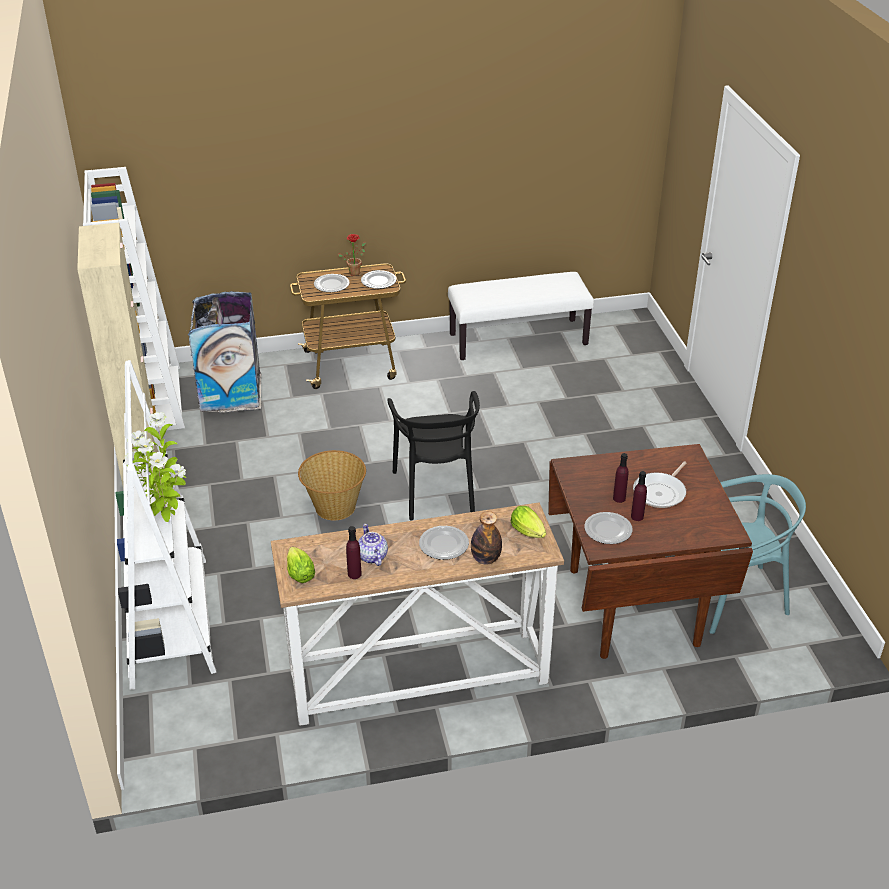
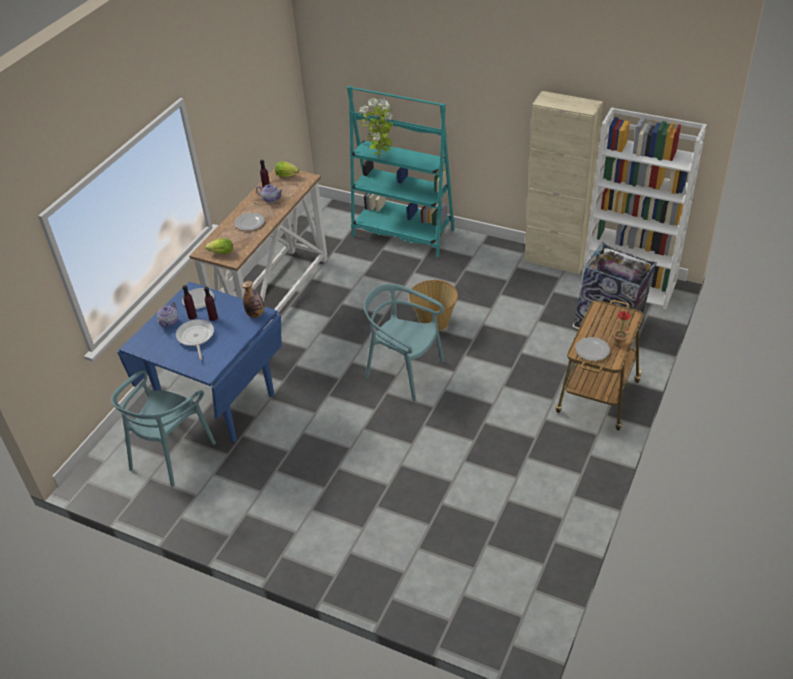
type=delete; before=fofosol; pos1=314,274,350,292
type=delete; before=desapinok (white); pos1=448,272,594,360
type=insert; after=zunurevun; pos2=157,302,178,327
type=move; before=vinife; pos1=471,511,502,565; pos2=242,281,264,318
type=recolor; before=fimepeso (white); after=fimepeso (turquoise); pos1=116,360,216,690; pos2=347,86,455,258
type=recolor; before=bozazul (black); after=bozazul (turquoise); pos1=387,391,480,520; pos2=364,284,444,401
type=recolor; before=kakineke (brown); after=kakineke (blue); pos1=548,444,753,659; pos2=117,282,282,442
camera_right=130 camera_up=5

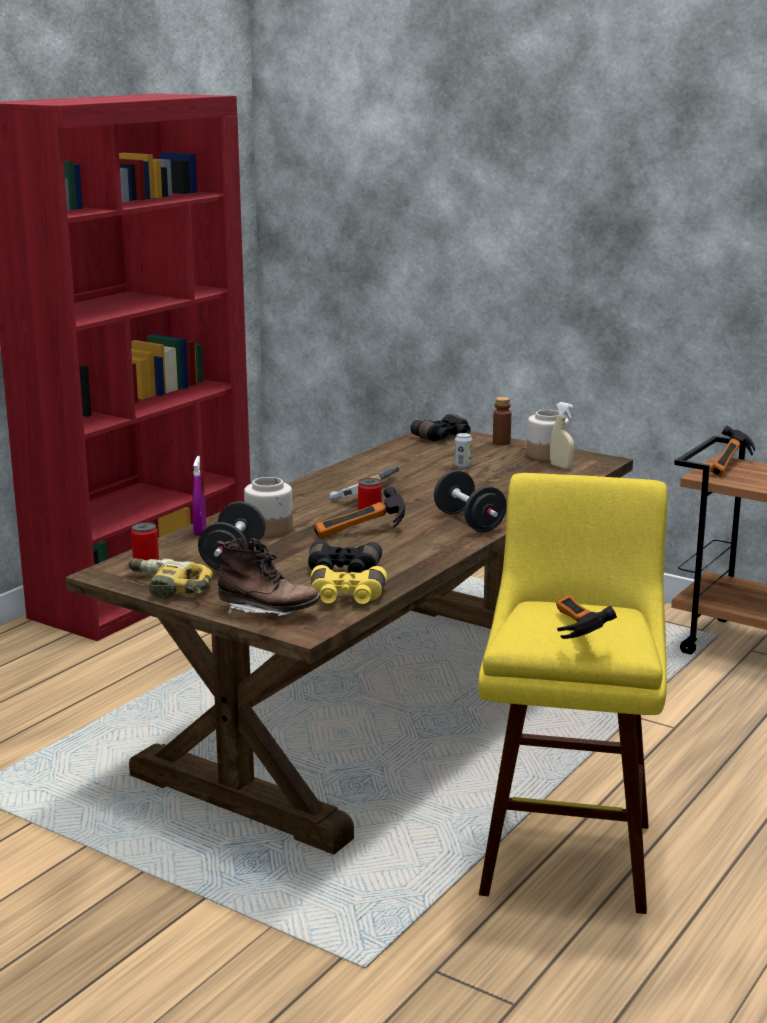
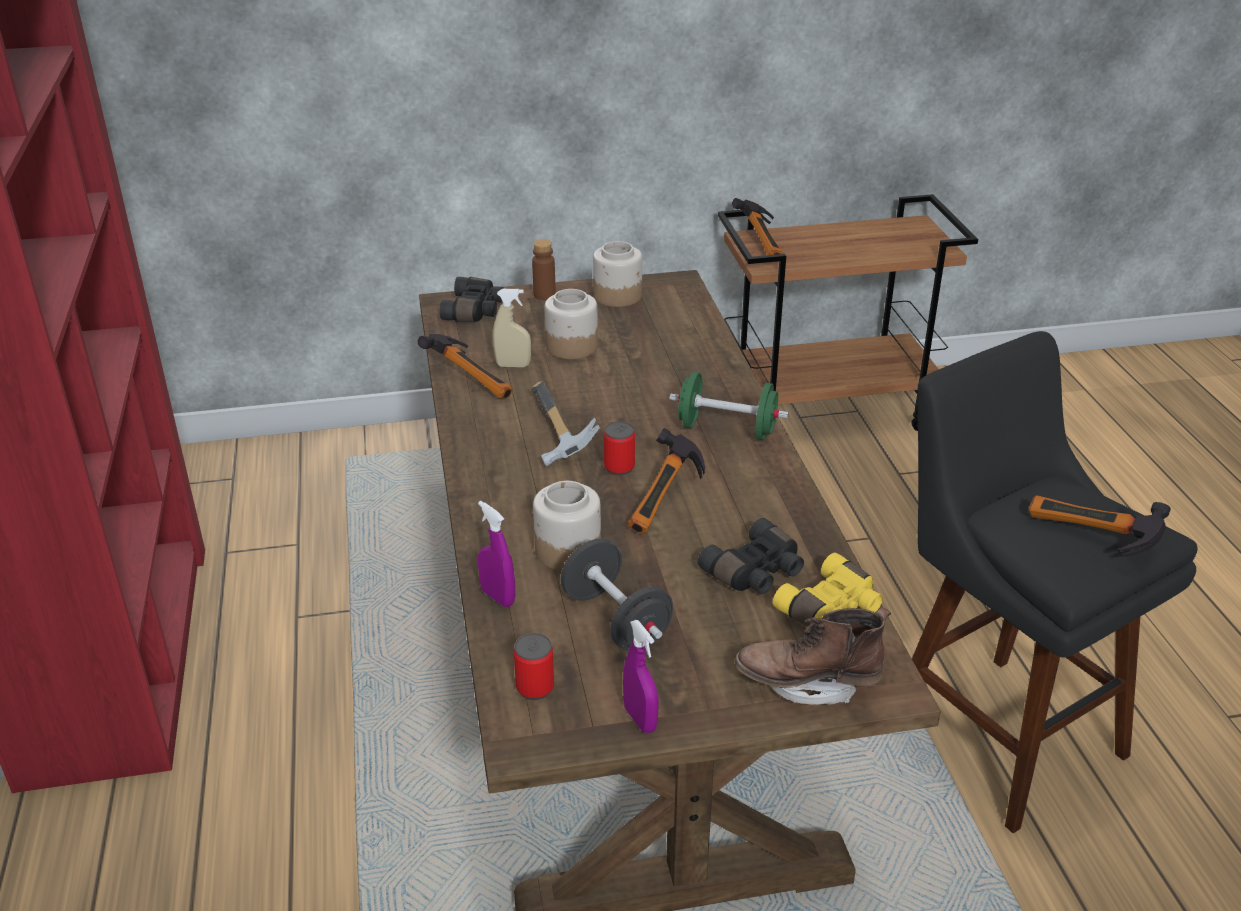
type=insert; after=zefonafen; pos2=417,334,513,398
type=move; before=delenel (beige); pos1=550,402,574,469; pos2=493,289,531,367
type=replace; before=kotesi; after=delenel (purple); pos1=122,558,213,598; pos2=623,620,659,733
type=replace; before=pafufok; after=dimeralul; pos1=454,433,472,468; pos2=545,289,598,359
type=recolor; before=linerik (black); after=linerik (green); pos1=434,470,507,532; pos2=670,372,789,440
type=recolor; before=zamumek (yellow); after=zamumek (black); pos1=478,473,667,914; pos2=912,331,1198,833
type=rotate; before=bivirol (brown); pos1=217,538,321,616; pos2=735,607,891,705; turn=-150
camera_right=-45 camera_up=15

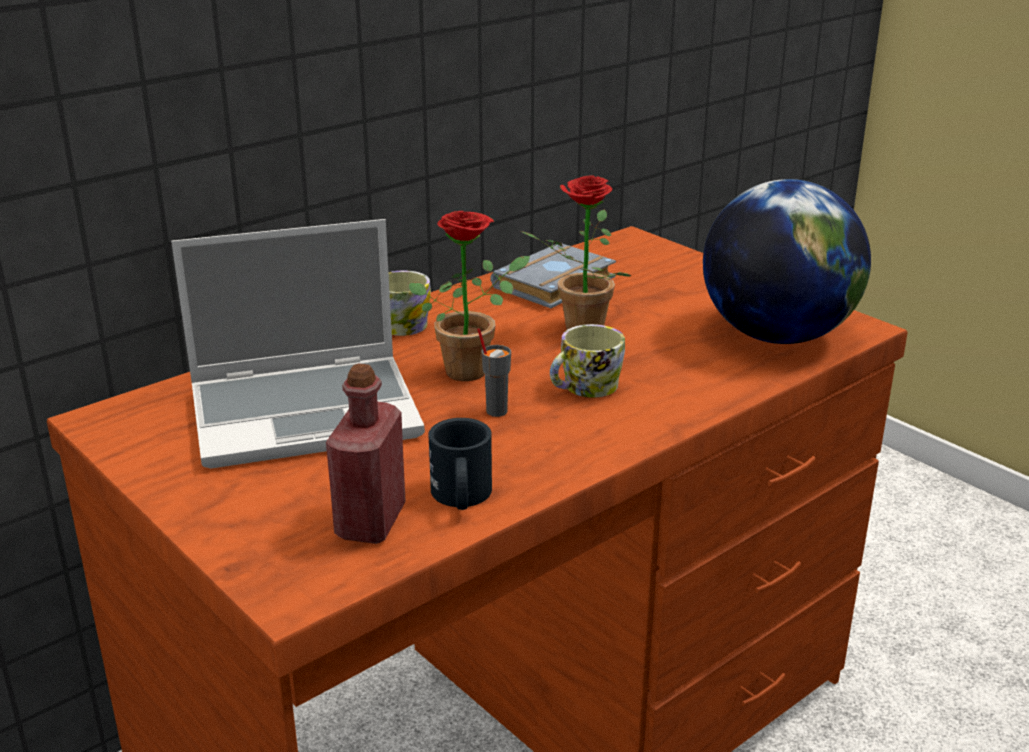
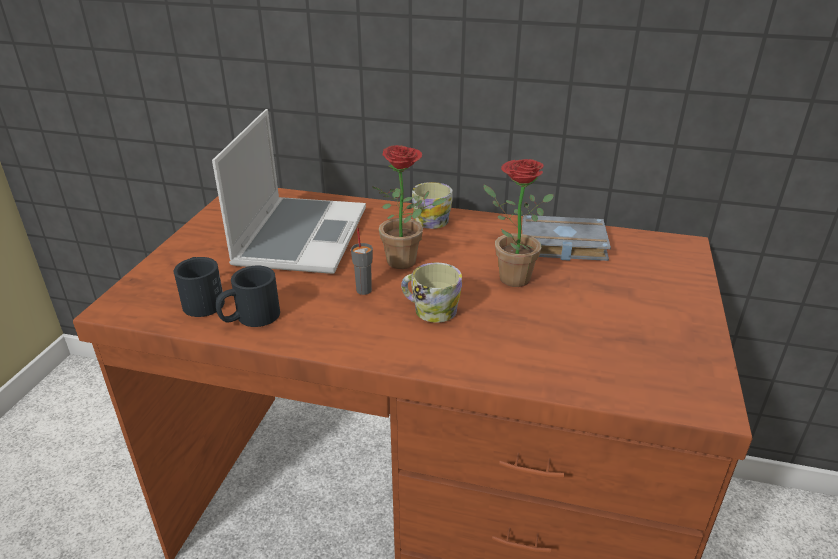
type=delete; before=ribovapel; pos1=703,179,871,344
type=replace; before=vinife (red); after=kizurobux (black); pos1=326,363,406,544; pos2=174,257,225,317
type=rotate; before=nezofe; pos1=171,219,425,469; pos2=212,109,366,274; turn=-120
camera_right=55 camera_up=5

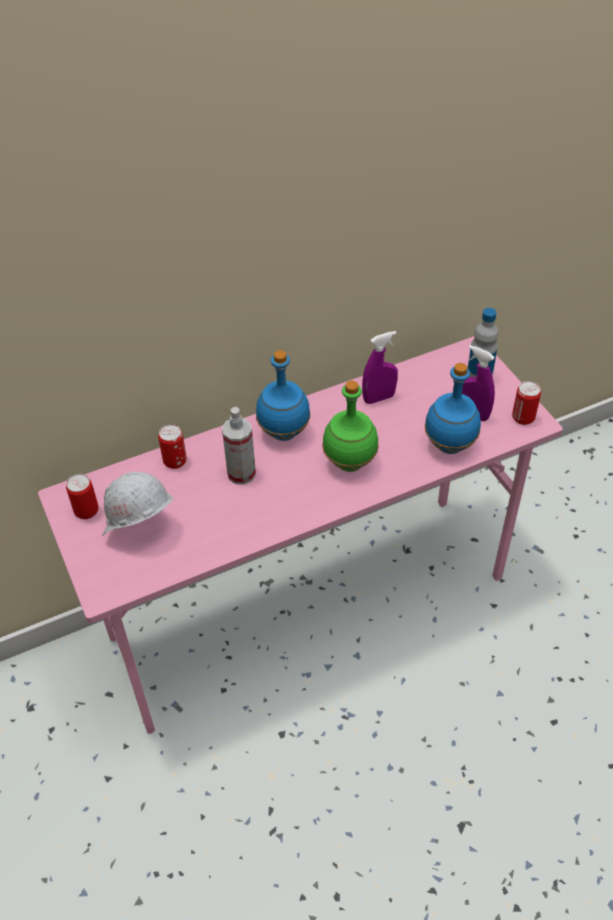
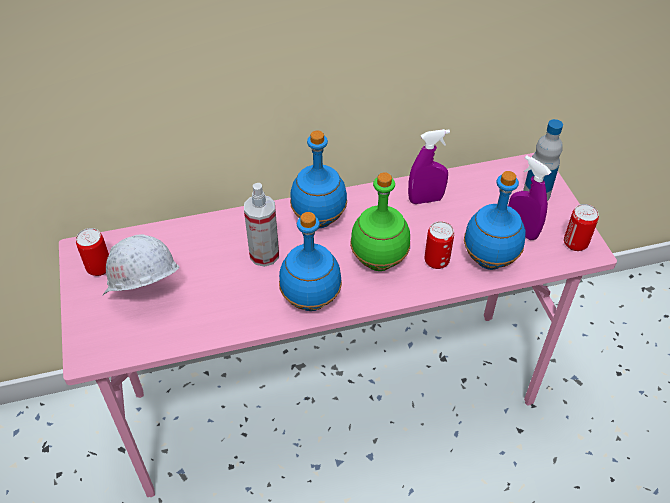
type=insert; after=vinife (blue); pos2=279,212,342,311
type=move; before=pafufok; pos1=158,424,187,469; pos2=424,221,454,269
camera_right=10 camera_up=0

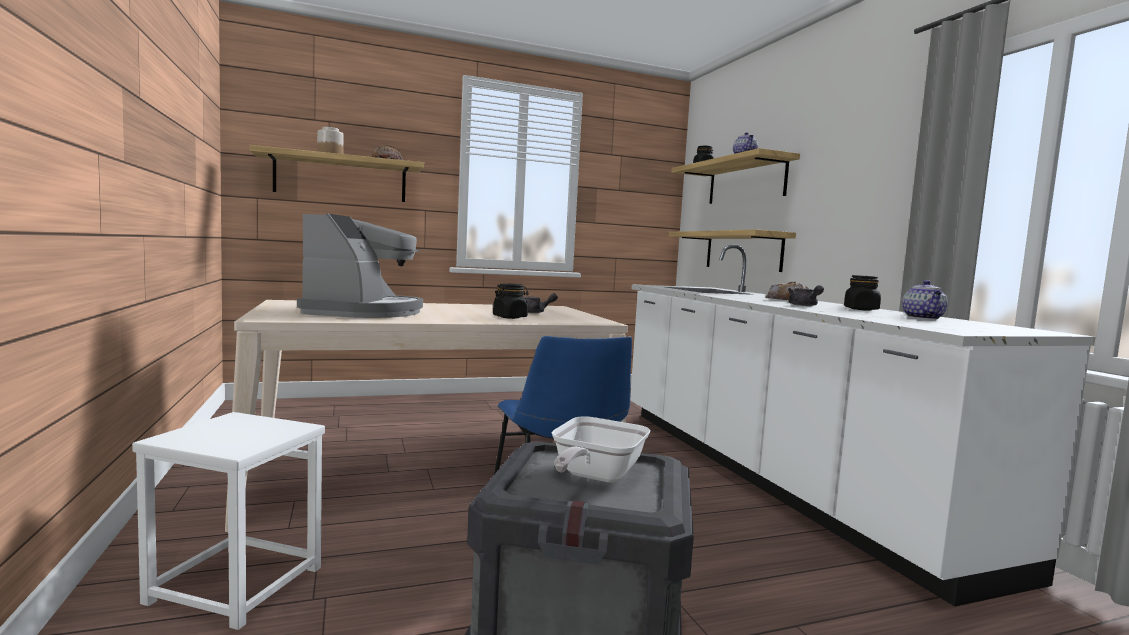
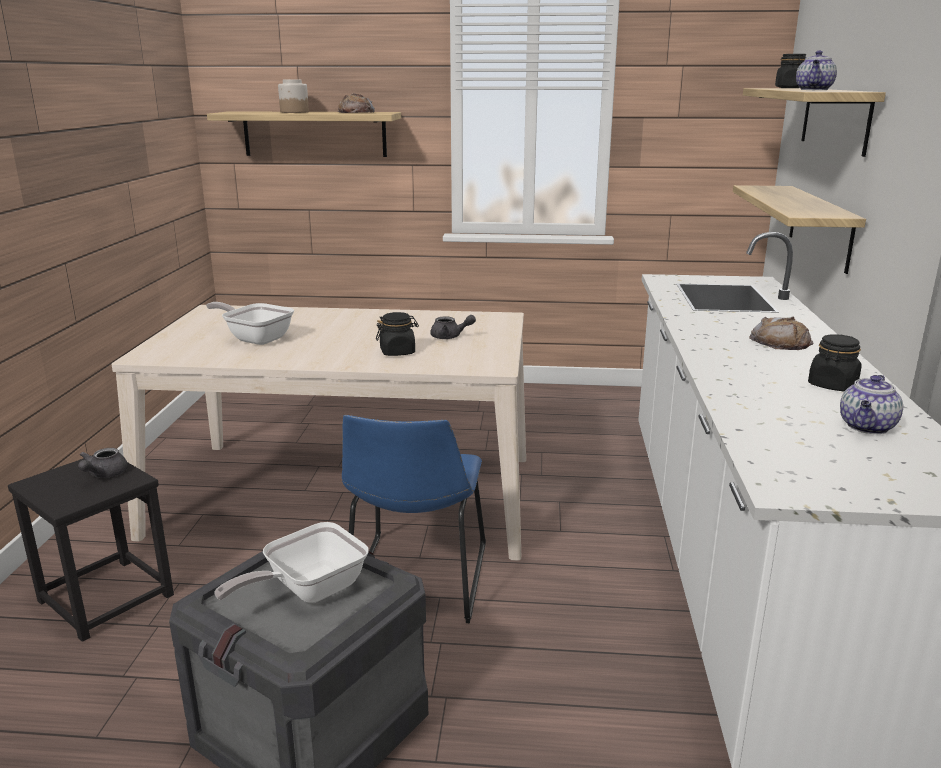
type=move; before=zunurevun (grey); pos1=788,285,824,306; pos2=78,448,128,478
type=replace; before=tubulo; after=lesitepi; pos1=297,213,423,318; pos2=206,302,294,345
type=recolor; before=zamumek (white); after=zamumek (black); pos1=132,412,325,630; pos2=8,455,174,642
camera_right=25 camera_up=15

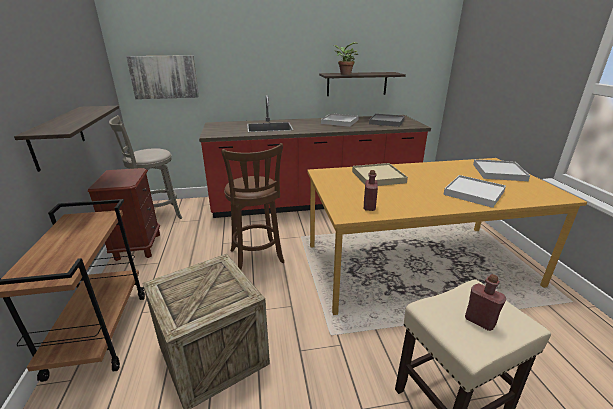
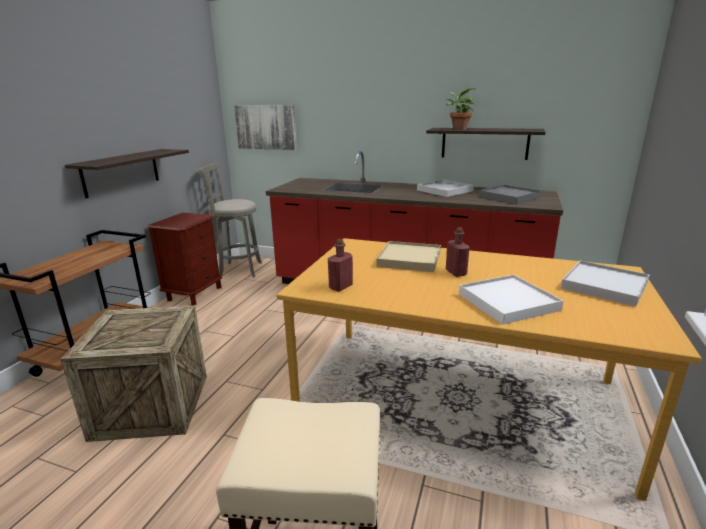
type=delete; before=zamumek (brown); pos1=222,143,284,270
type=move; before=vinife (red); pos1=465,274,506,331; pos2=446,227,470,277
camera_right=30 camera_up=-5

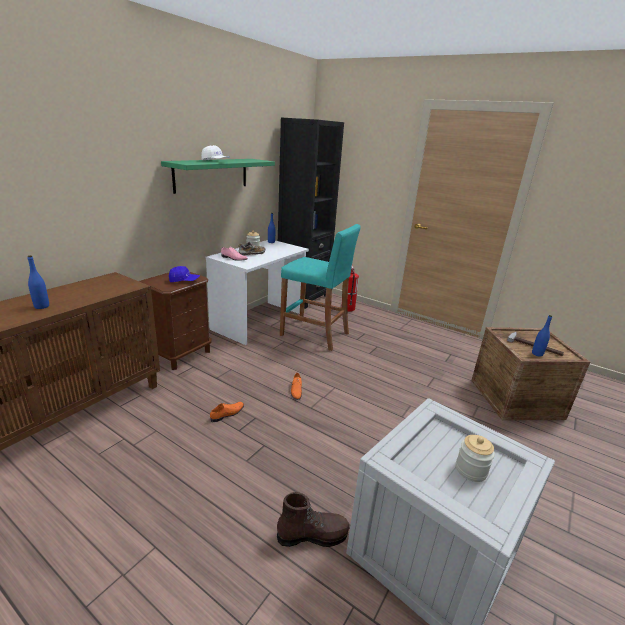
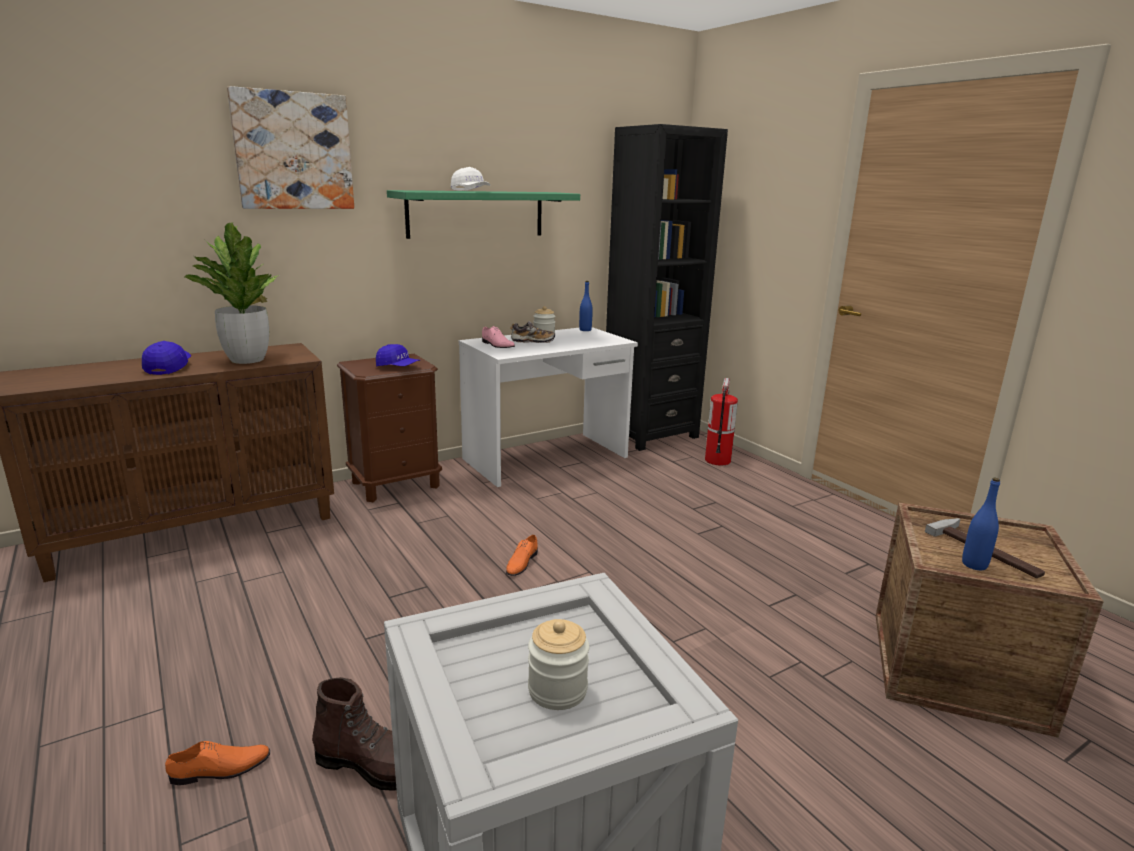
type=delete; before=zamumek (turquoise); pos1=280,224,361,351
type=insert; after=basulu; pos2=185,223,277,364
type=insert; after=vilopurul; pos2=227,86,354,209
type=move; before=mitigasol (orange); pos1=210,402,244,422; pos2=165,741,270,785
type=replace; before=vinife (blue); after=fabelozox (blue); pos1=27,255,49,309; pos2=142,341,191,375
camera_right=25 camera_up=-5

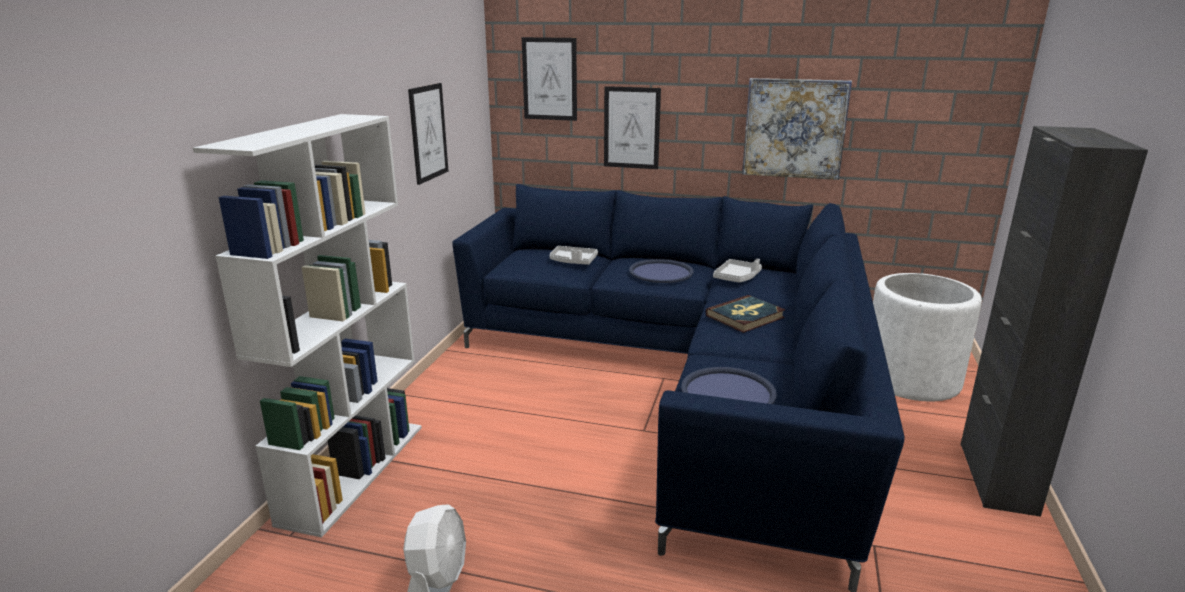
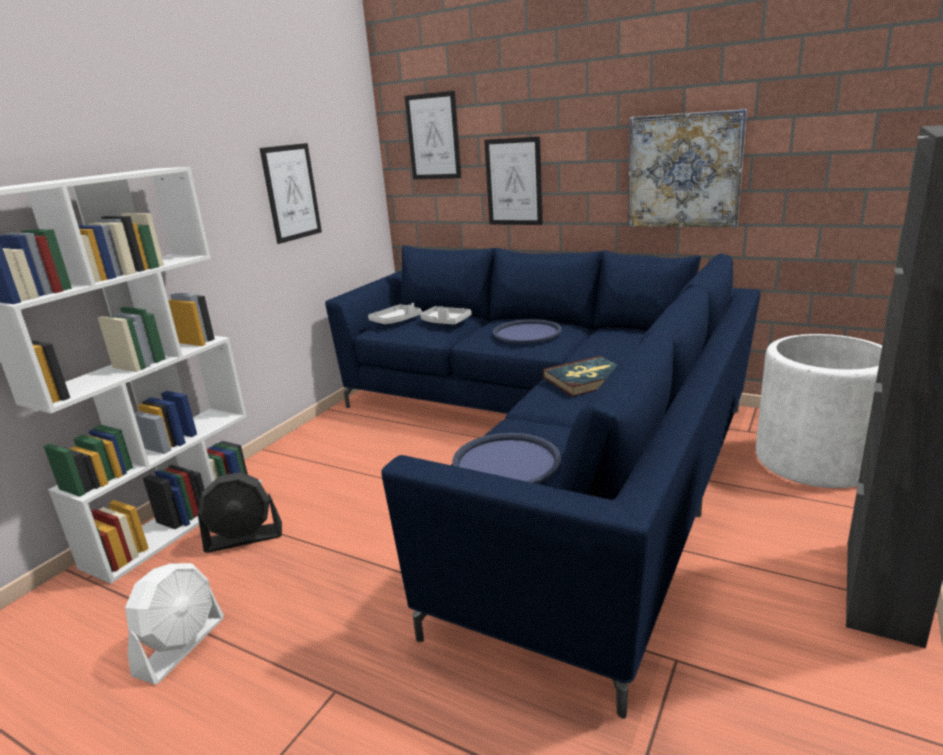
type=insert; after=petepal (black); pos2=198,472,282,553
type=move; before=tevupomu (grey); pos1=713,259,762,282; pos2=368,303,422,324
camera_right=15 camera_up=0

